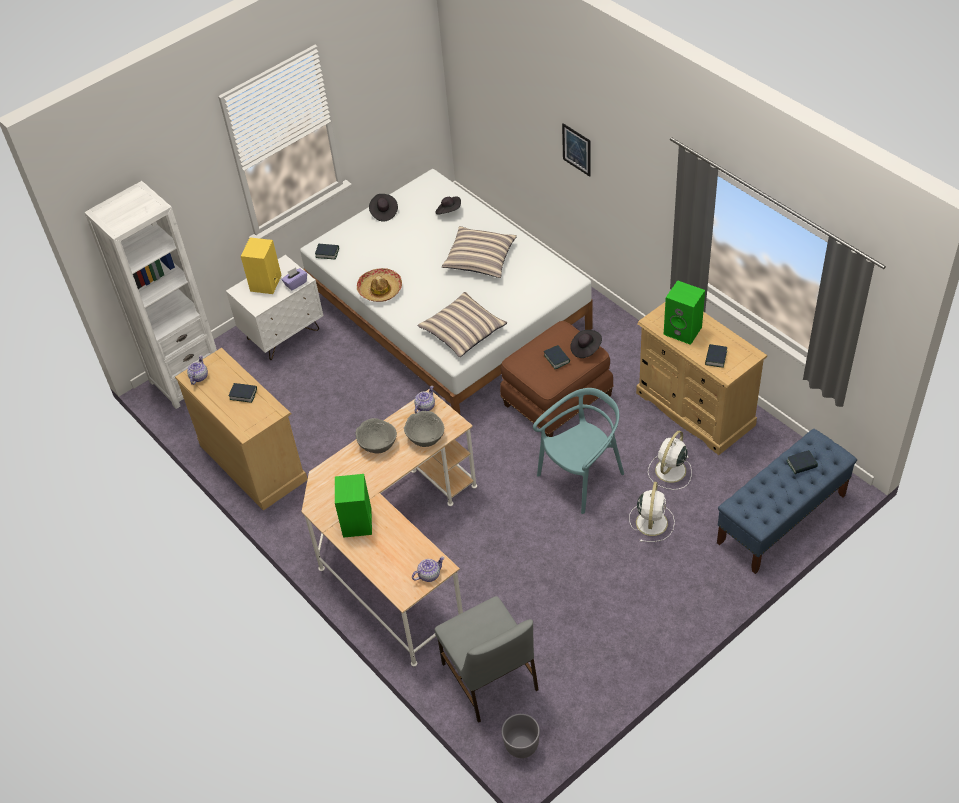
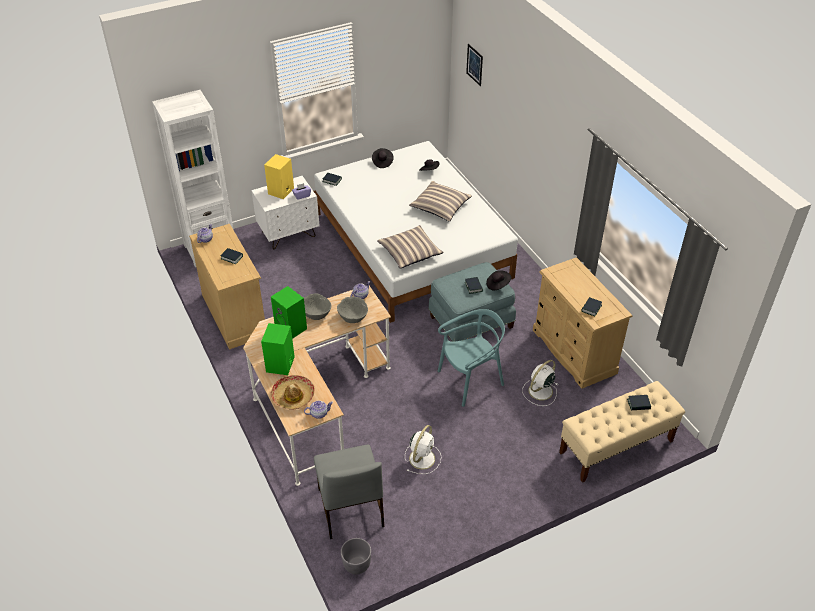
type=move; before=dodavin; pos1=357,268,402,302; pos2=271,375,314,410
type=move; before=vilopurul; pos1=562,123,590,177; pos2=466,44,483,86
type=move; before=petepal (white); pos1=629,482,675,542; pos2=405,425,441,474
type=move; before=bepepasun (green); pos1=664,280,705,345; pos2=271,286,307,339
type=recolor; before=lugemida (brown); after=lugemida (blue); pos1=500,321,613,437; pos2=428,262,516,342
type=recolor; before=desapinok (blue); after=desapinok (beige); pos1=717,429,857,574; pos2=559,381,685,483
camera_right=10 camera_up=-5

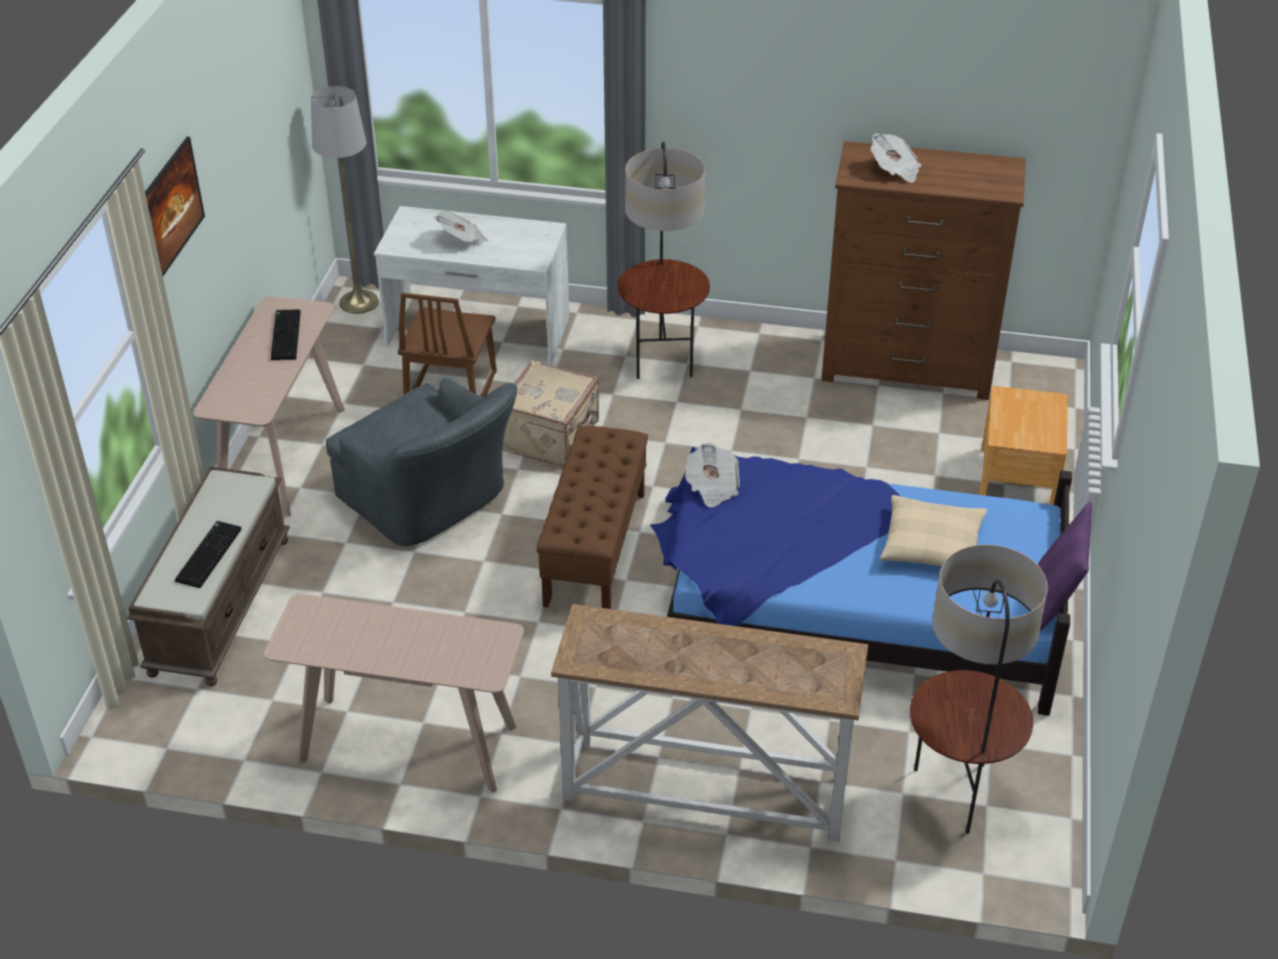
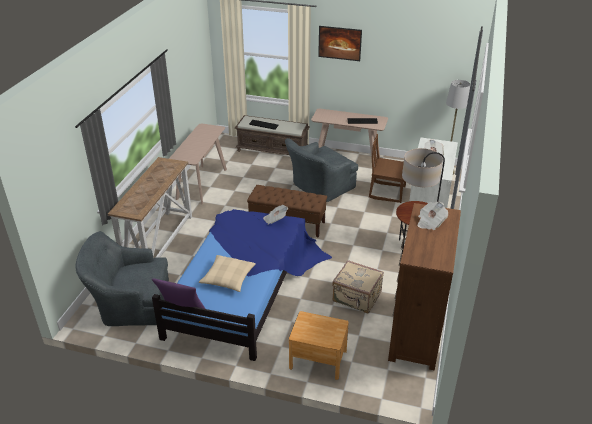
type=move; before=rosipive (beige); pos1=502,360,599,466; pos2=332,260,384,313
type=replace; before=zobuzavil; after=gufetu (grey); pos1=910,545,1048,834; pos2=76,231,169,326
camera_right=95 camera_up=-5

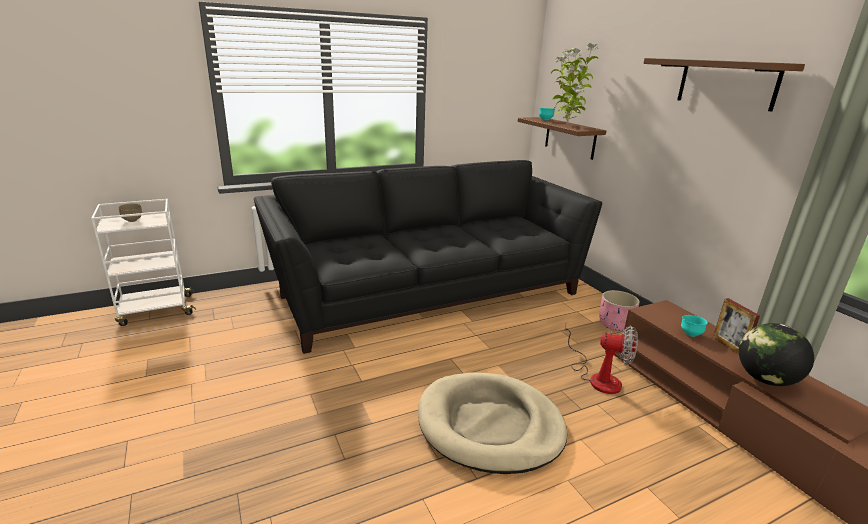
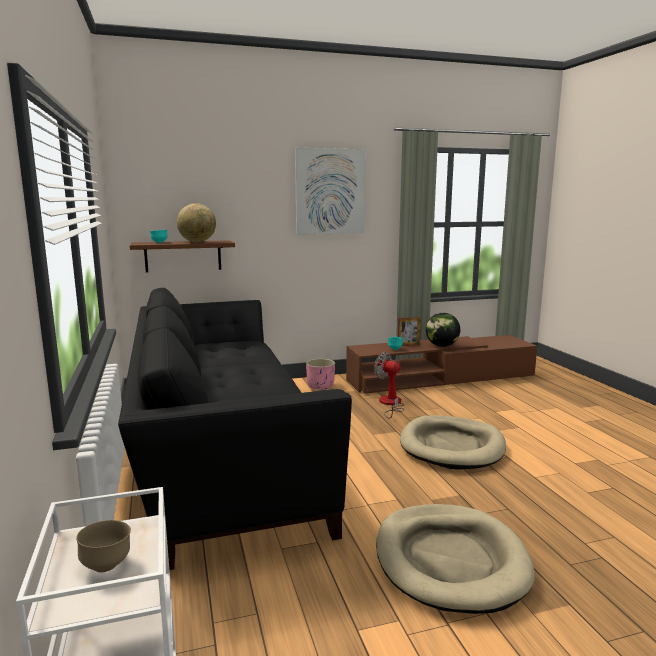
type=insert; after=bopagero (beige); pos2=376,504,535,614
type=replace; before=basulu; after=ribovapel; pos1=551,42,599,125; pos2=177,203,216,242
type=replace; before=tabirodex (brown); after=vilopurul; pos1=643,58,805,112; pos2=295,148,365,235
type=rotate; before=petepal; pos1=564,325,638,394; pos2=374,352,404,419; turn=-75
camera_right=-80 camera_up=-10

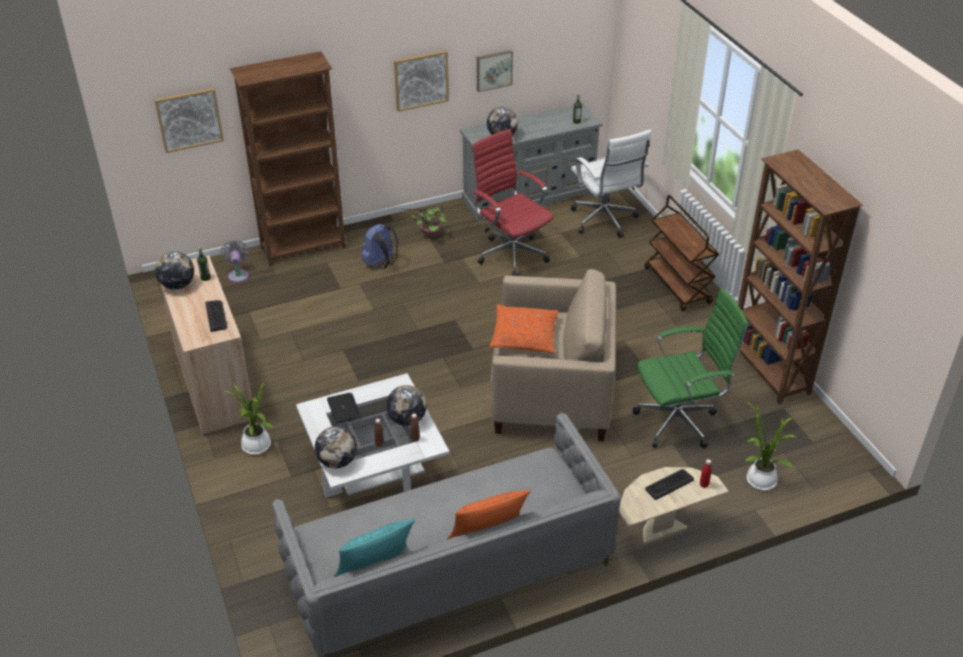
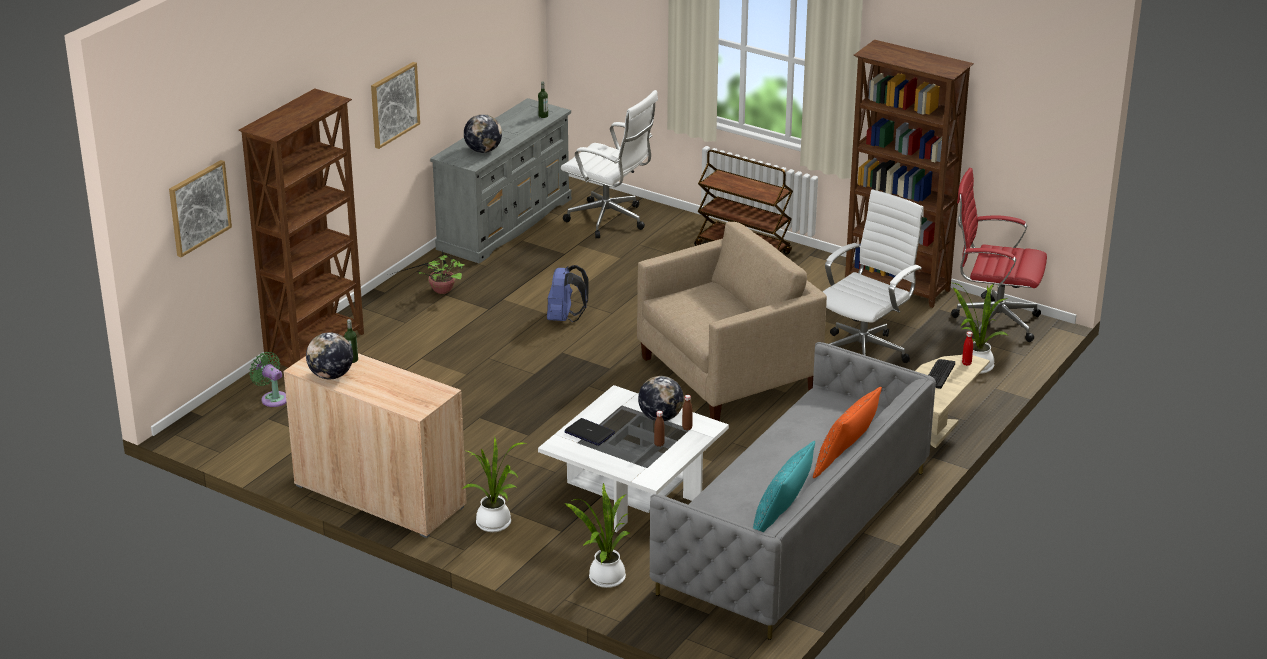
type=delete; before=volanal; pos1=205,300,227,332
type=delete; before=ribovapel; pos1=315,426,357,469
type=delete; before=vilopurul; pos1=477,50,513,92
type=delete; before=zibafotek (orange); pos1=489,304,559,353
type=insert; after=basulu; pos2=564,483,631,588
type=move; before=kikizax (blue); pos1=362,224,398,269; pos2=547,265,589,322
type=move; before=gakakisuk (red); pos1=472,129,554,276; pos2=951,168,1047,342
type=recolor; before=petepal (grey); after=petepal (green); pos1=221,240,249,283; pos2=249,352,287,407
type=recolor; before=gakakisuk (green); after=gakakisuk (white); pos1=632,288,749,448; pos2=823,189,924,363
camera_right=-35 camera_up=-10

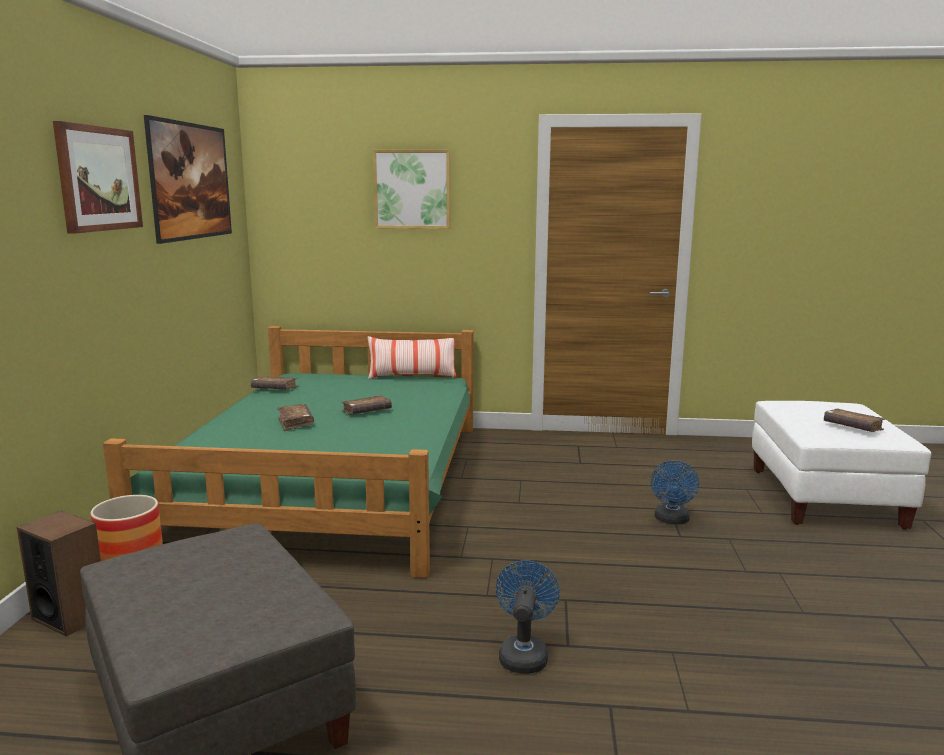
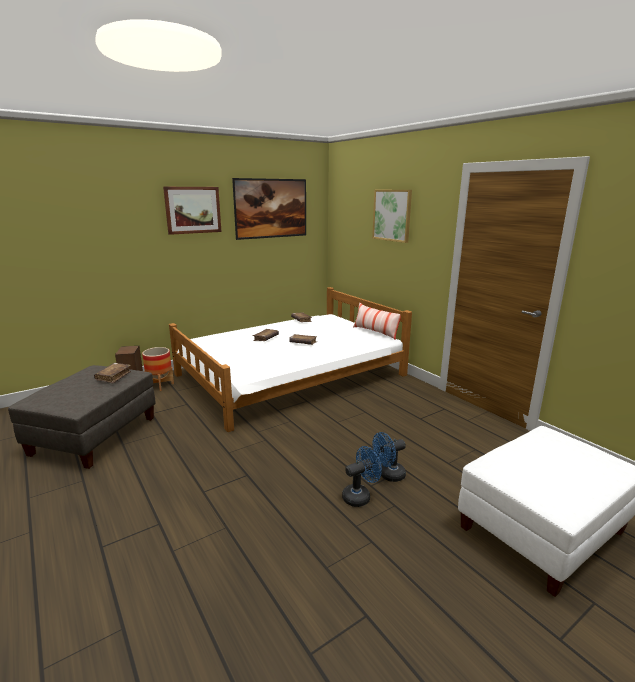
type=move; before=petepal (blue); pos1=496,560,560,674; pos2=342,446,382,507
type=move; before=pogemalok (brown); pos1=824,409,886,432; pos2=94,363,131,383
type=recolor; before=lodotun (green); after=lodotun (white); pos1=103,326,473,578; pos2=169,287,412,432
camera_right=50 camera_up=5

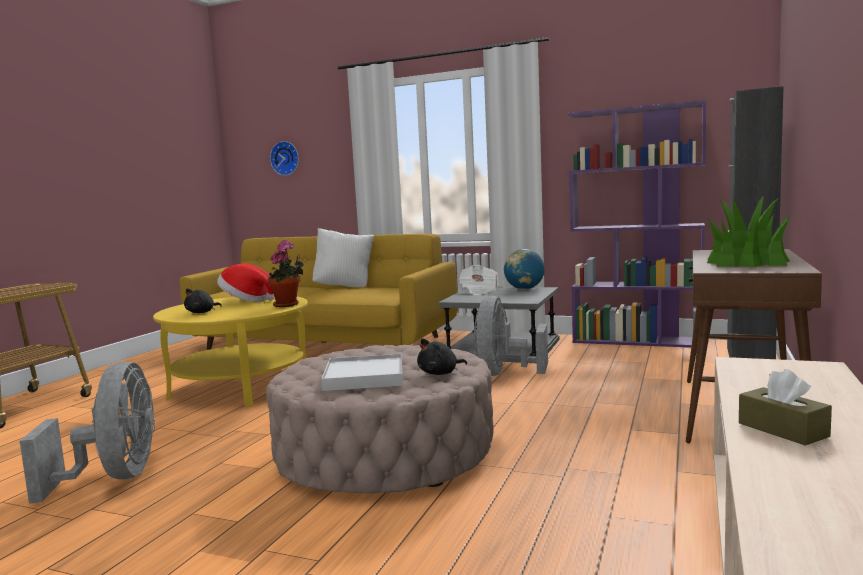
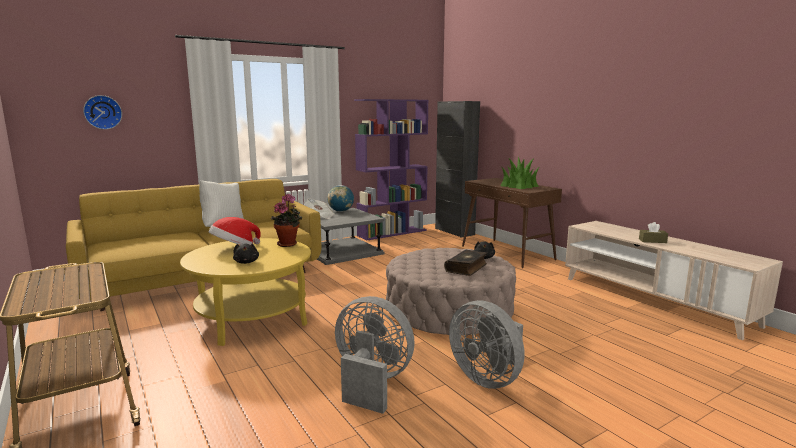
type=move; before=petepal (grey); pos1=474,296,548,376; pos2=449,300,525,389
type=replace; before=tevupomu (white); after=pogemalok; pos1=321,354,403,391; pos2=444,250,487,276
camera_right=-55 camera_up=5

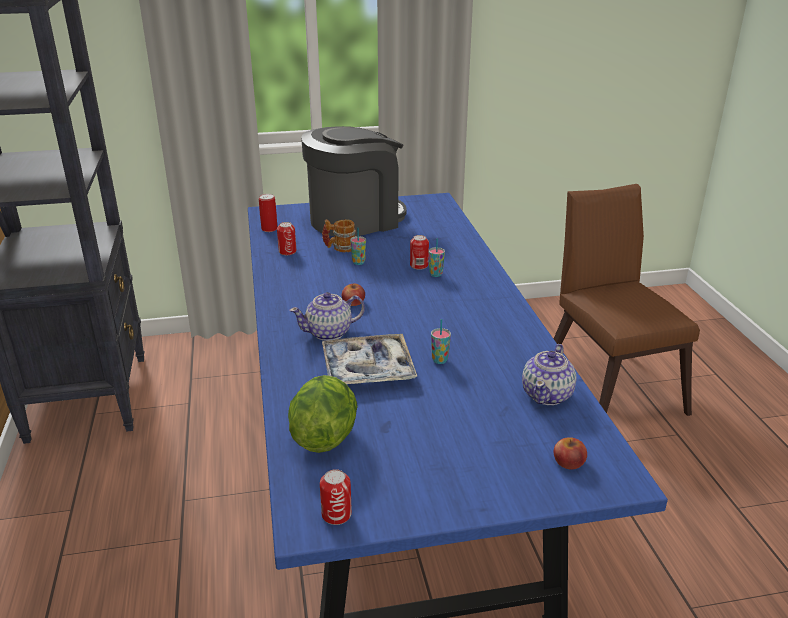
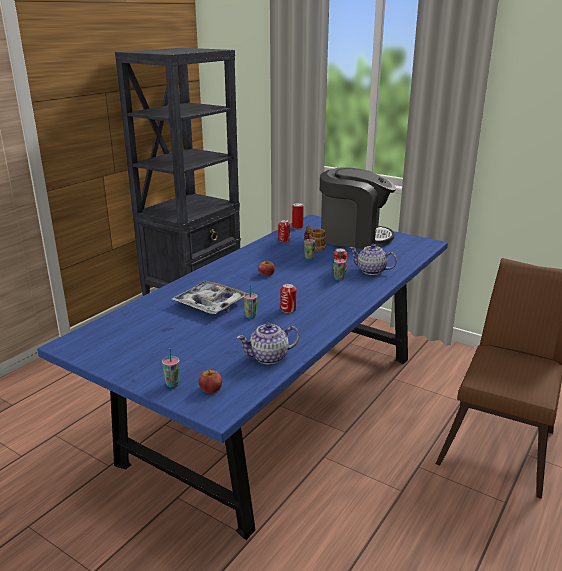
type=delete; before=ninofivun; pos1=288,375,358,453
type=insert; after=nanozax; pos2=162,348,180,388
type=move; before=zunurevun; pos1=289,292,365,341; pos2=349,244,397,275
type=move; before=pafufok; pos1=320,469,352,525; pos2=280,283,296,313
camera_right=45 camera_up=-5

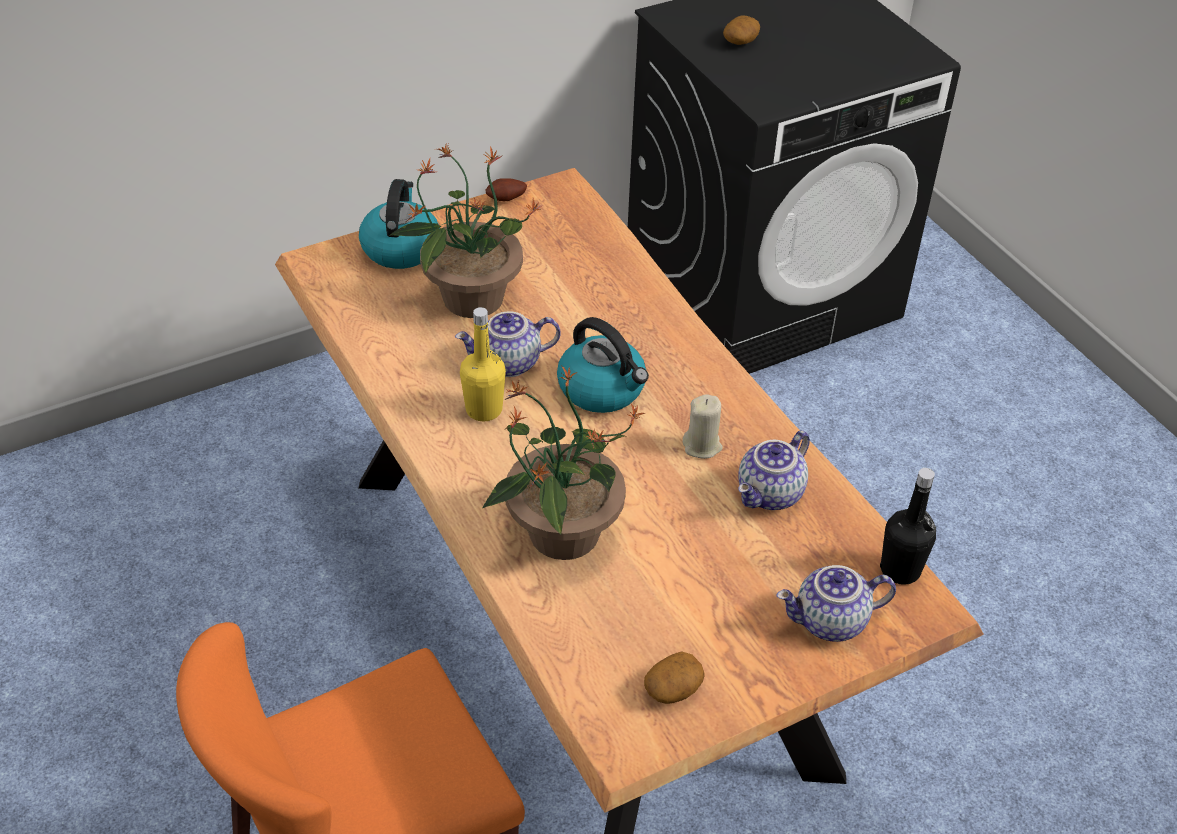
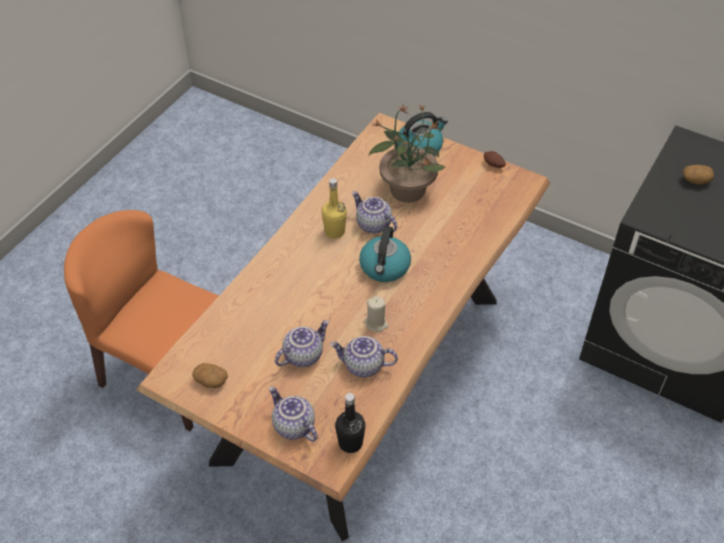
type=delete; before=basulu; pos1=482,366,645,560
type=insert; after=zunurevun; pos2=275,320,329,367
camera_right=60 camera_up=5

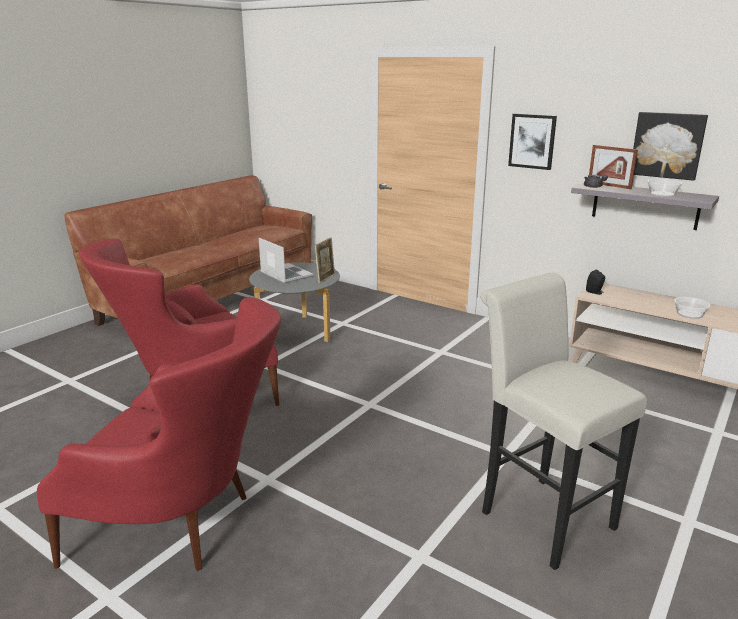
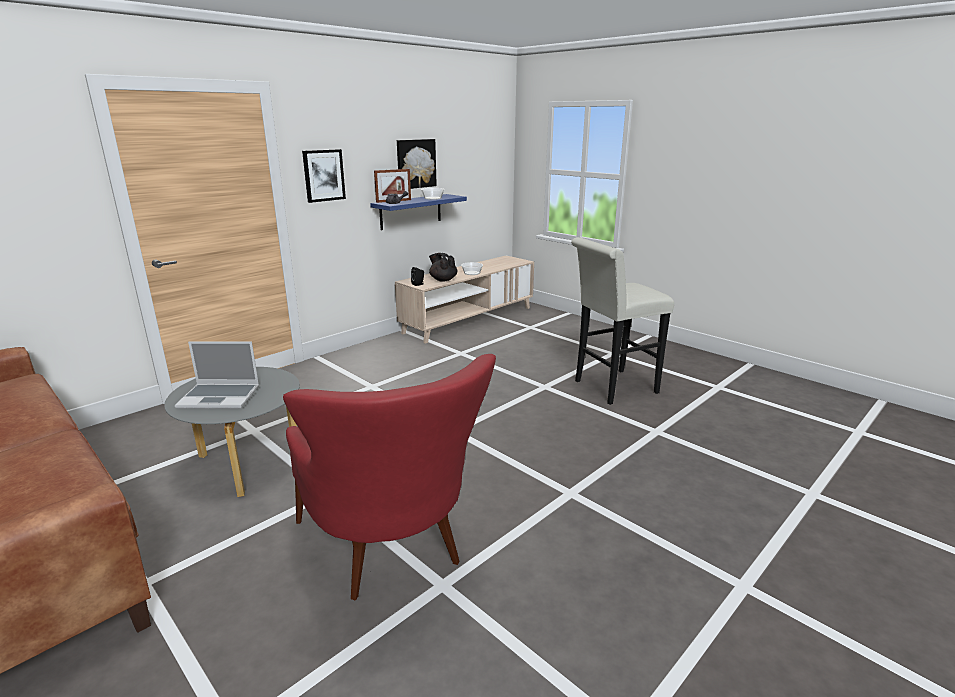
type=delete; before=gufetu (red); pos1=37,297,281,571
type=delete; before=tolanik; pos1=315,237,335,284
type=insert; after=zunurevun (black); pos2=429,253,457,282
type=recolor; before=tabirodex (grey); after=tabirodex (blue); pos1=571,182,719,230; pos2=370,194,467,230
type=rotate; before=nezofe; pos1=259,238,313,283; pos2=175,342,259,409; turn=-150
camera_right=-80 camera_up=0

